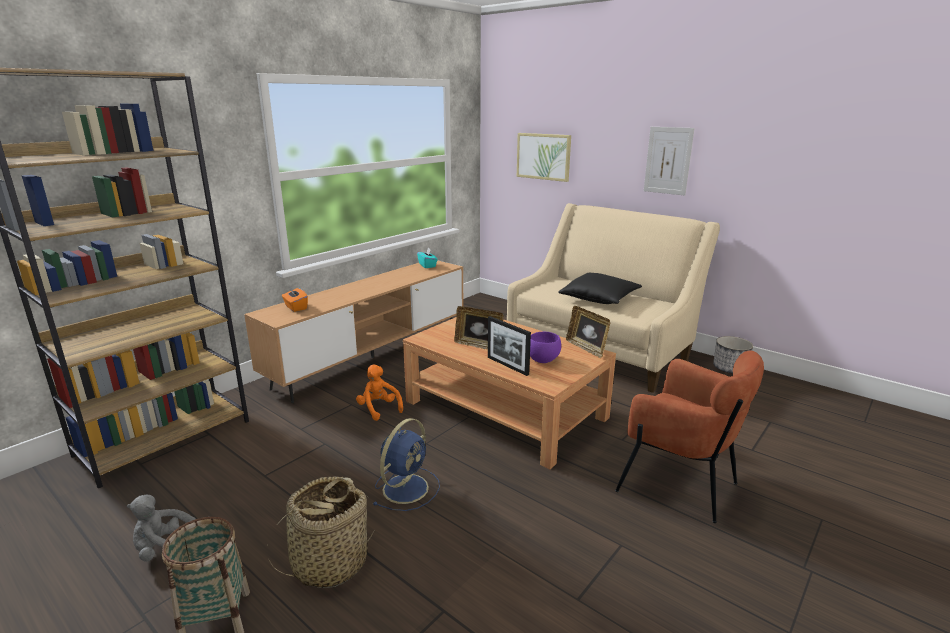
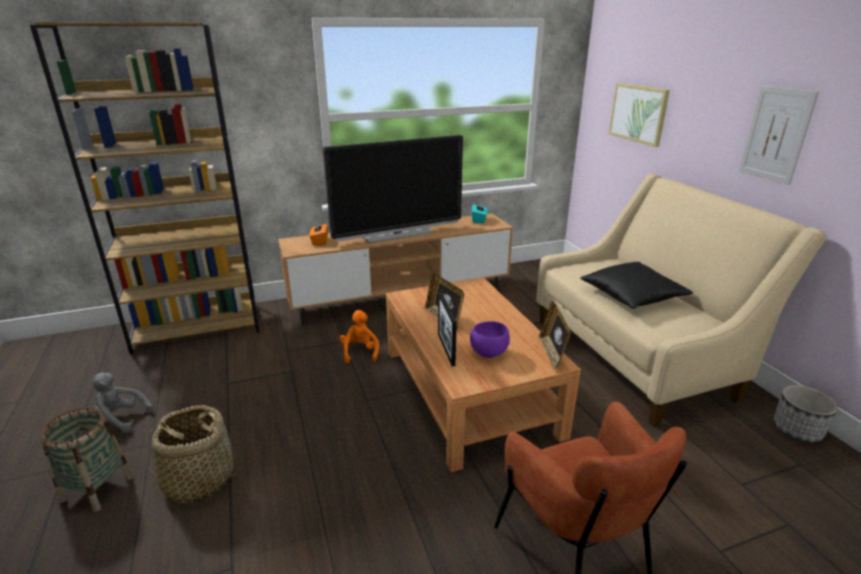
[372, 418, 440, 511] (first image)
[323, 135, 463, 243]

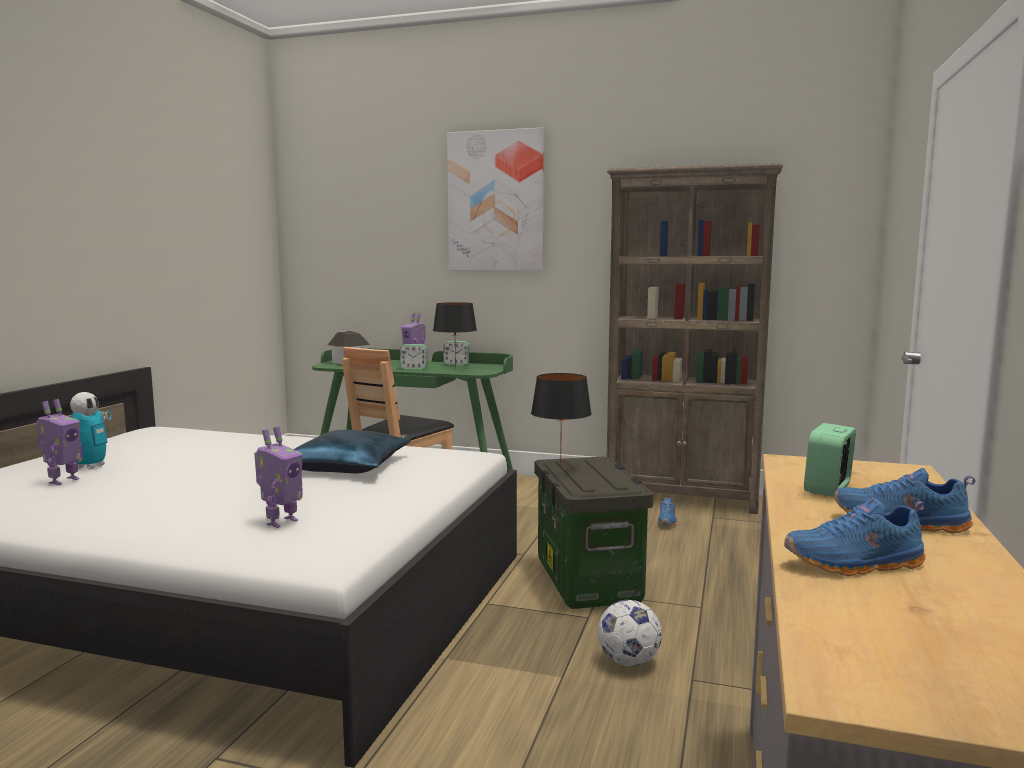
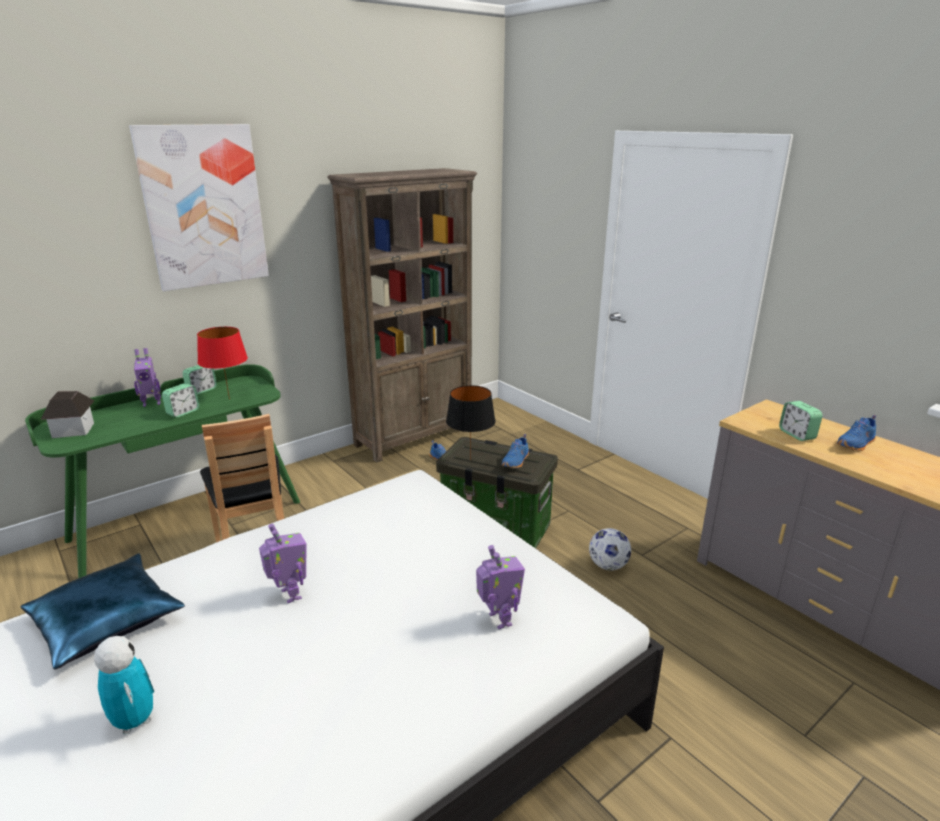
[197, 327, 248, 400]
[259, 524, 306, 603]
[20, 553, 185, 670]
[502, 434, 529, 468]

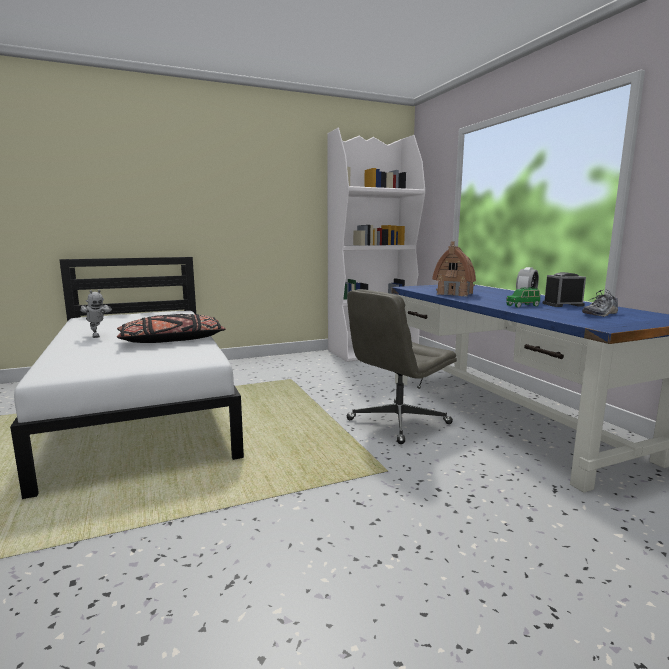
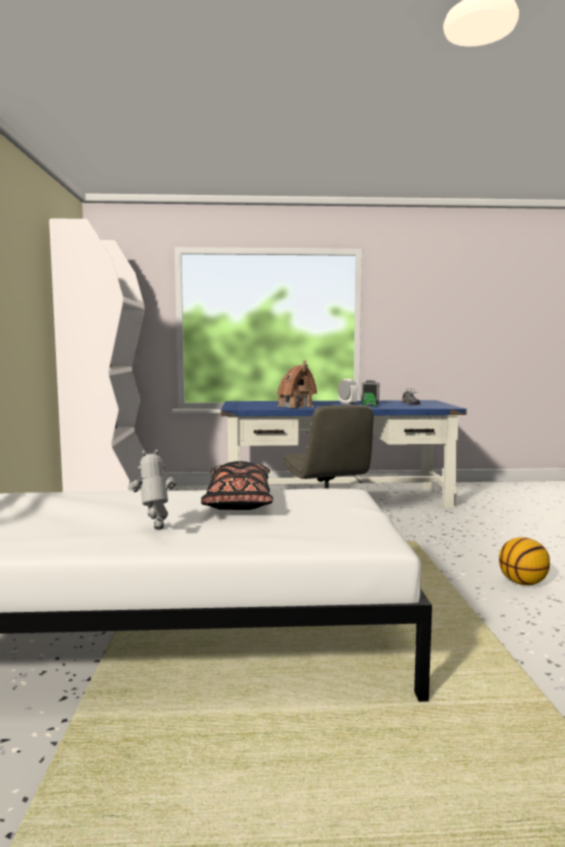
[128, 449, 176, 530]
[499, 537, 550, 585]

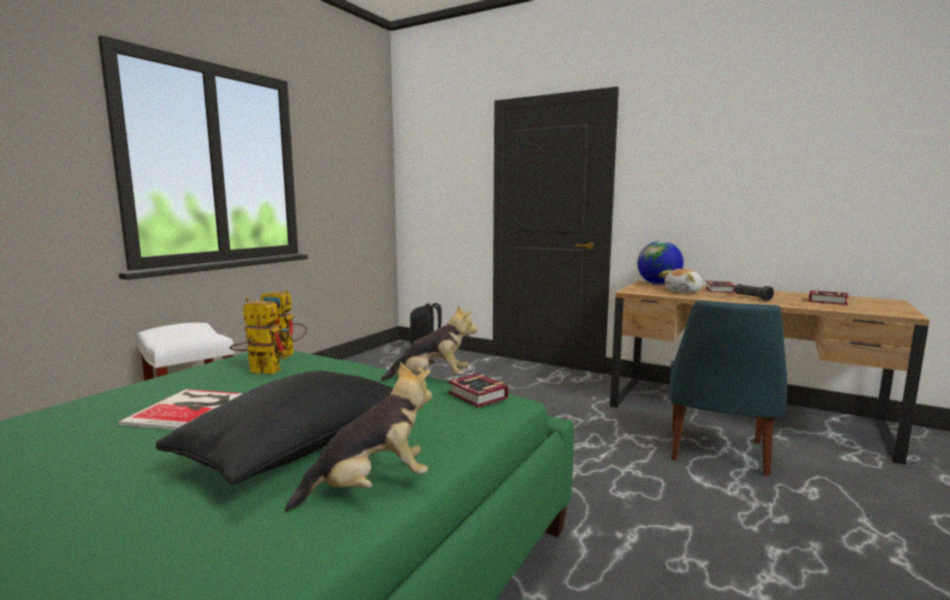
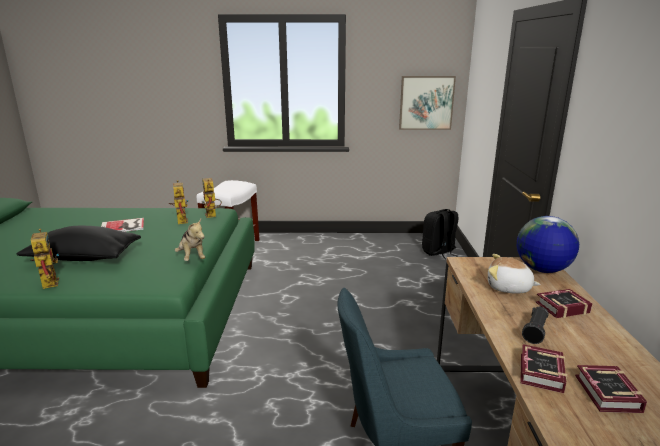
[30, 229, 59, 289]
[520, 344, 567, 393]
[399, 76, 456, 130]

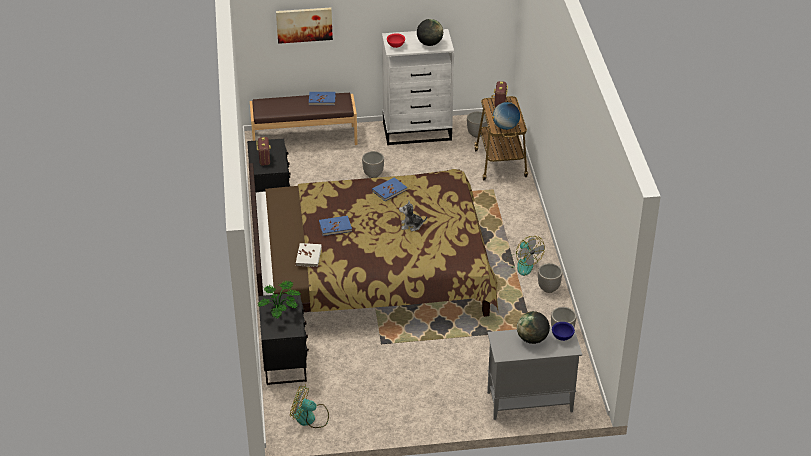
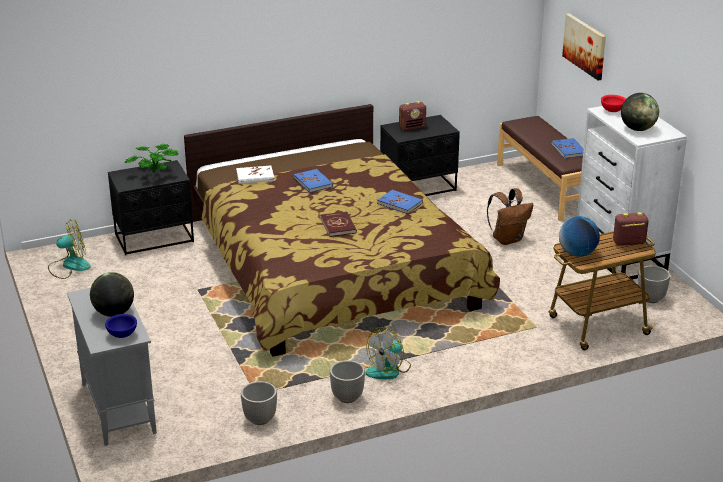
[487, 188, 533, 245]
[320, 211, 357, 237]
[48, 219, 91, 279]

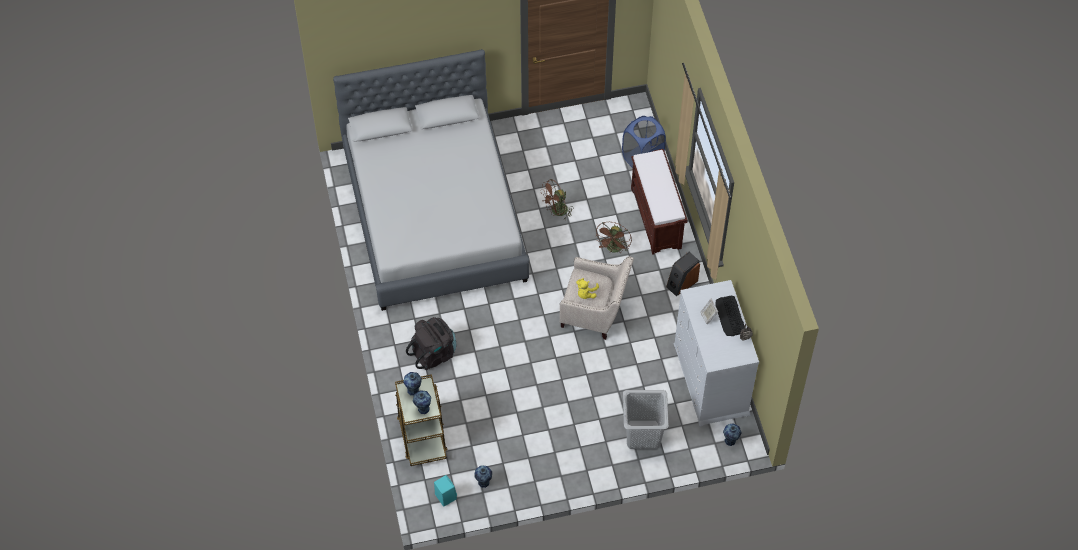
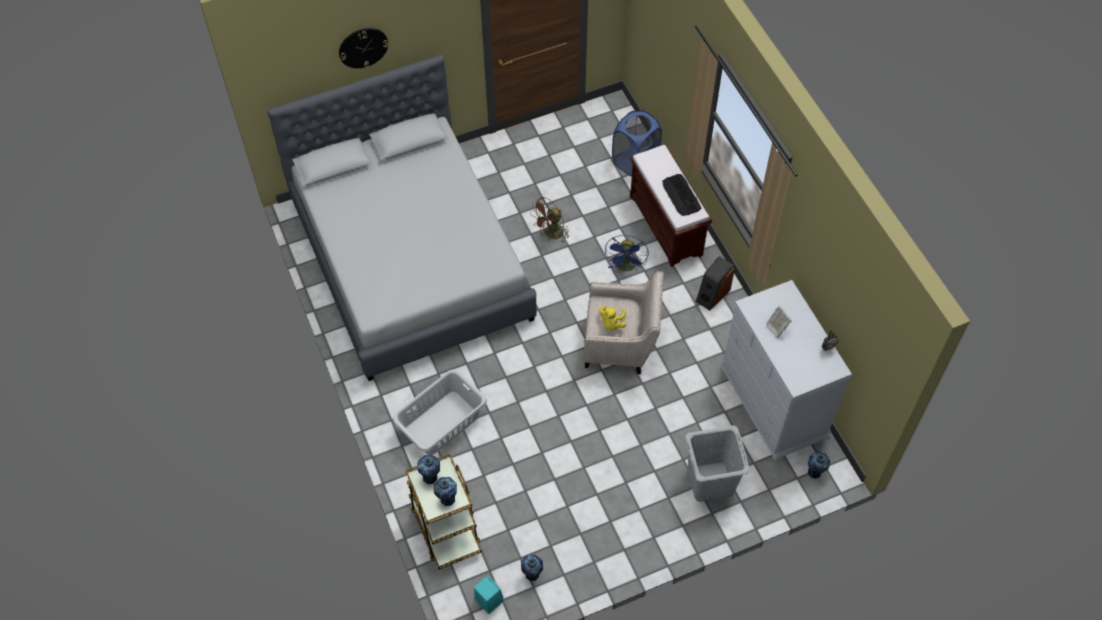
[605, 235, 649, 271]
[662, 174, 701, 216]
[393, 369, 487, 455]
[339, 28, 388, 68]

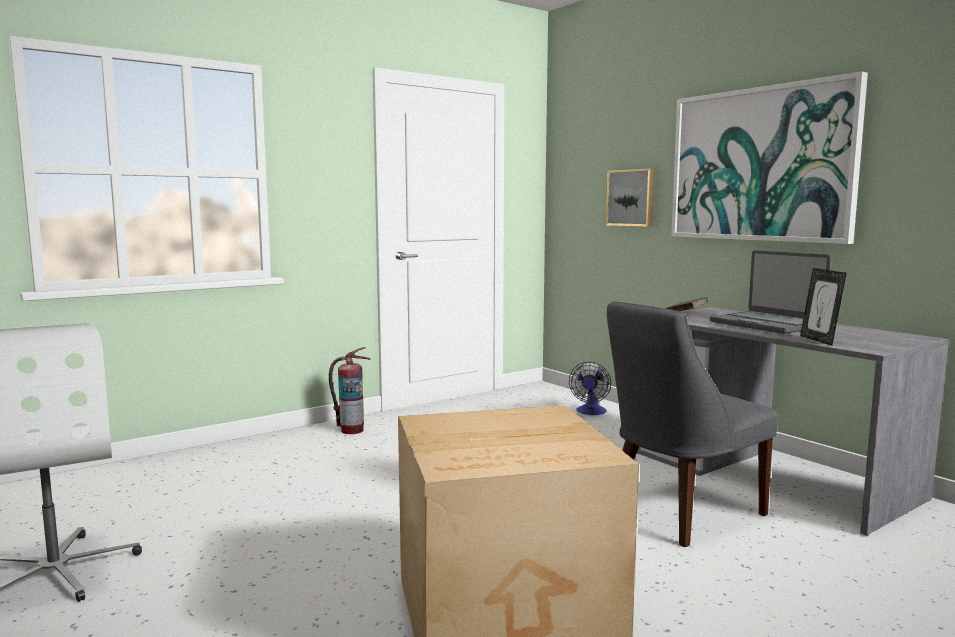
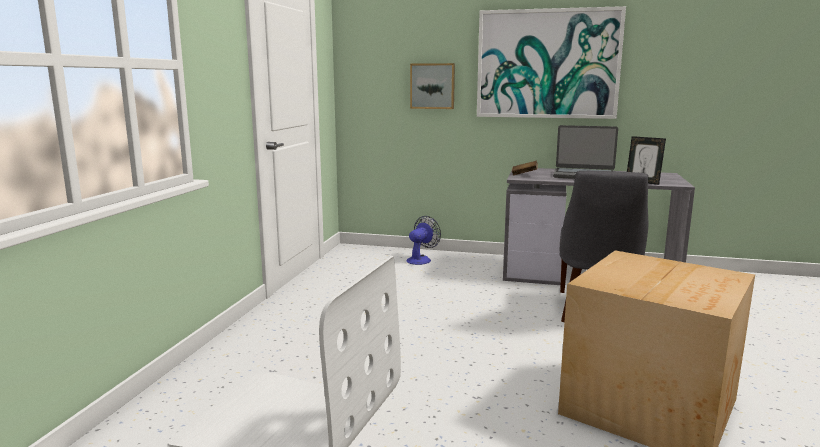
[329, 347, 370, 434] (first image)
[406, 216, 441, 265]

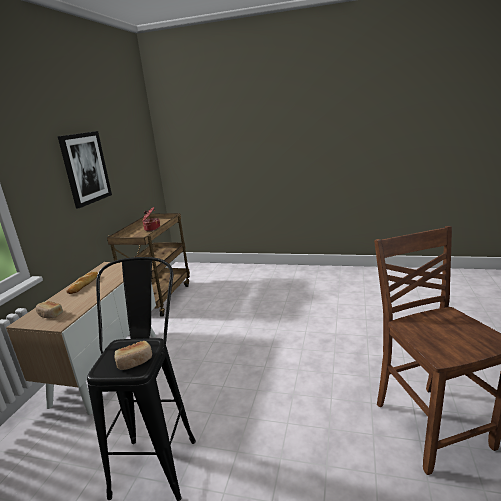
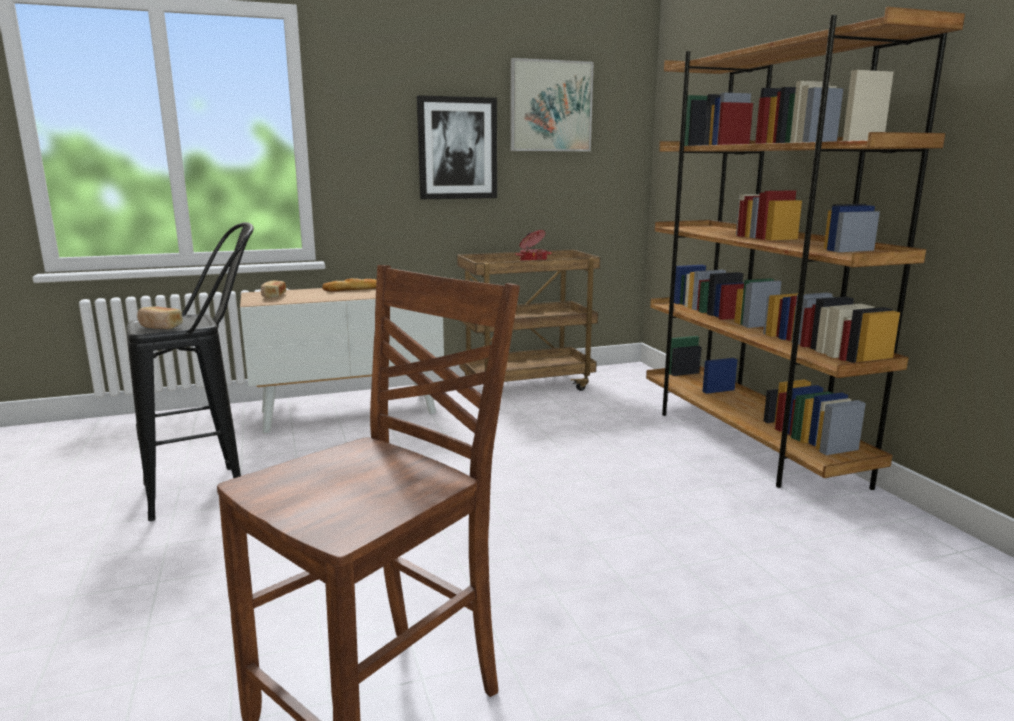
[646, 7, 965, 490]
[511, 58, 594, 151]

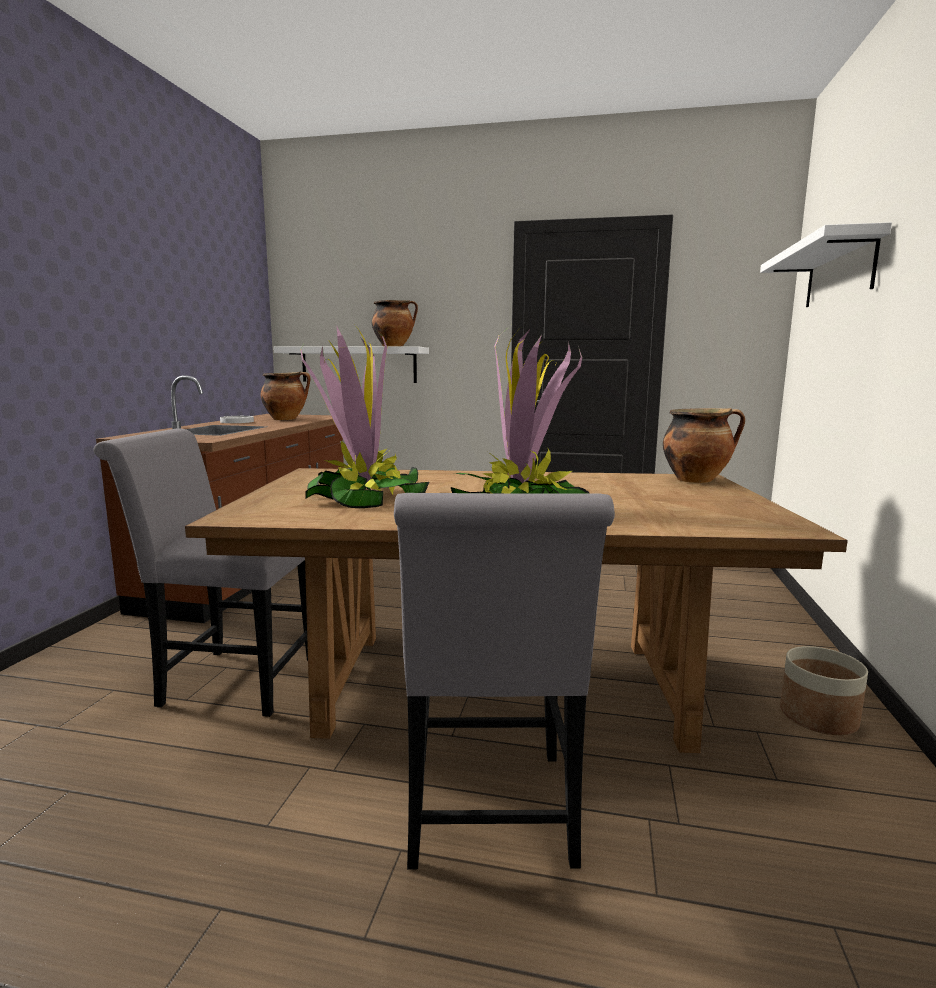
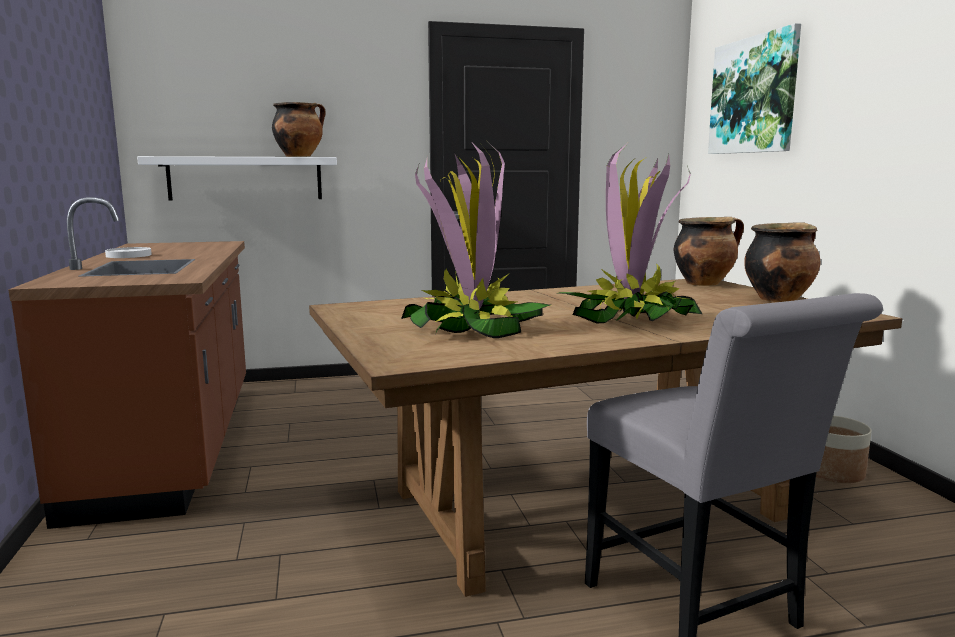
[708, 23, 801, 154]
[744, 222, 821, 302]
[93, 429, 308, 717] (first image)

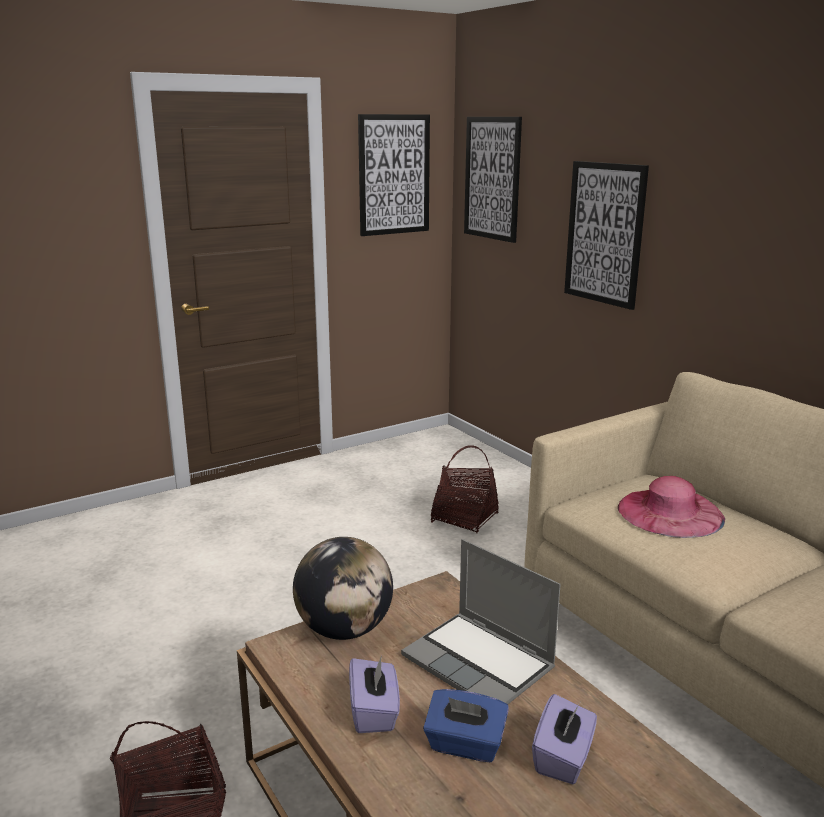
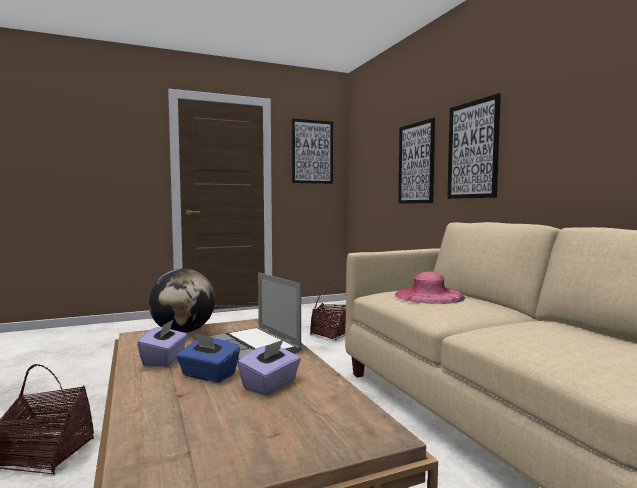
[447, 93, 501, 199]

